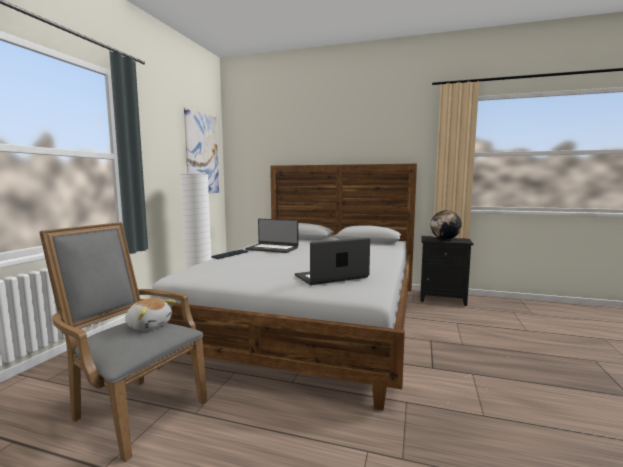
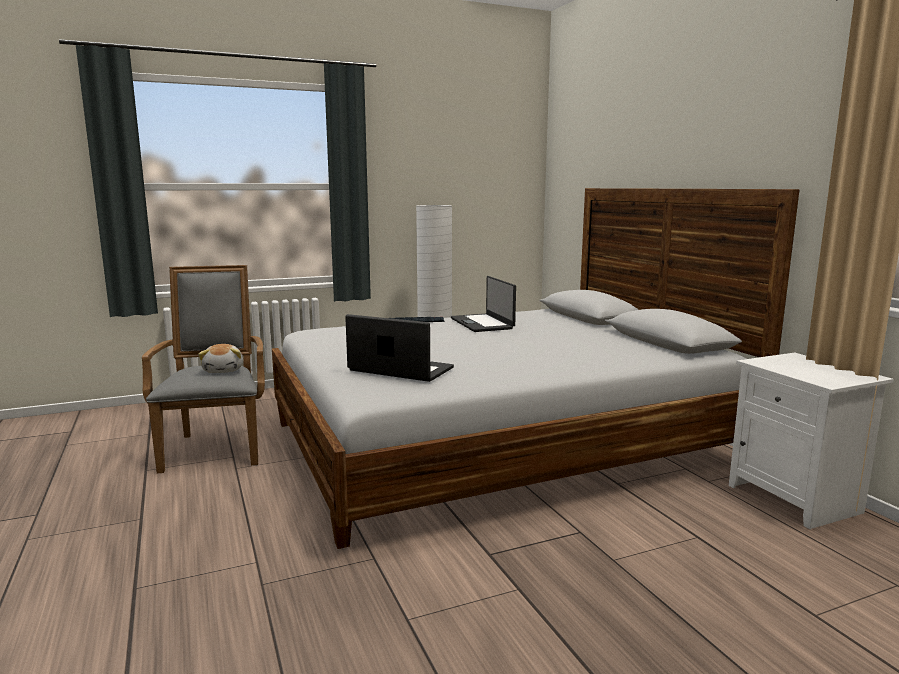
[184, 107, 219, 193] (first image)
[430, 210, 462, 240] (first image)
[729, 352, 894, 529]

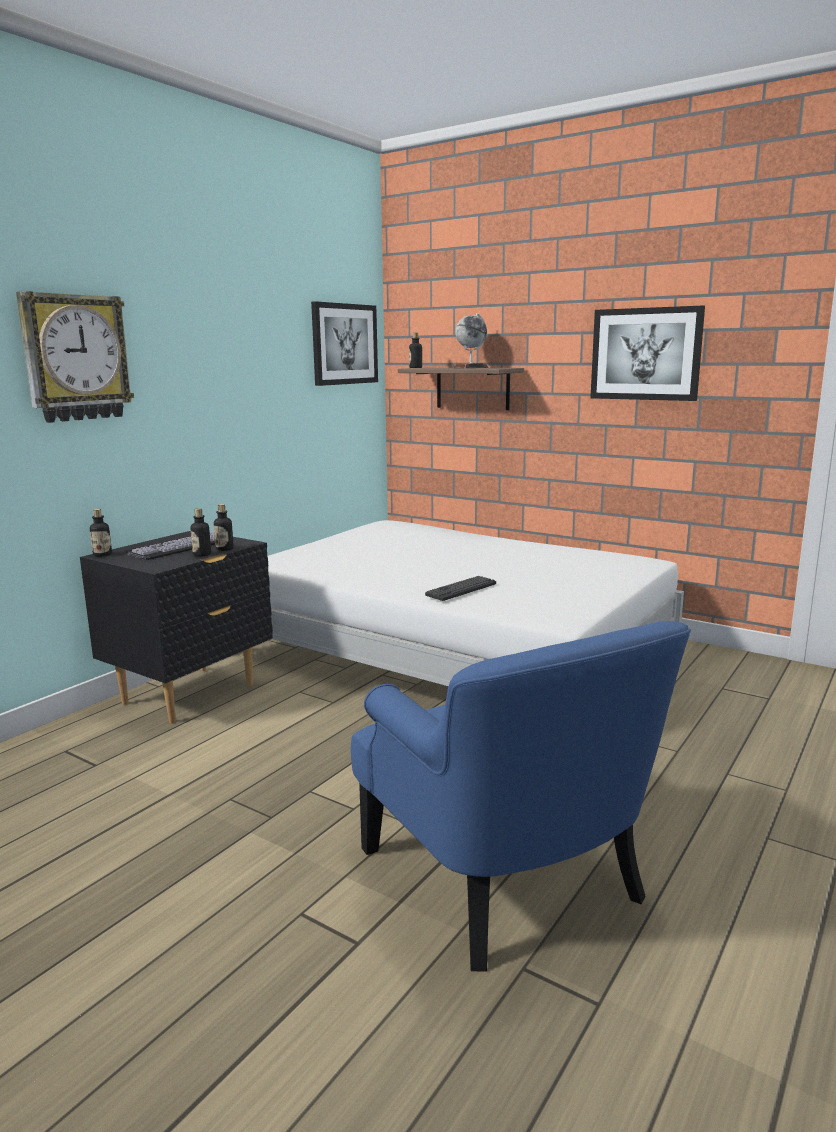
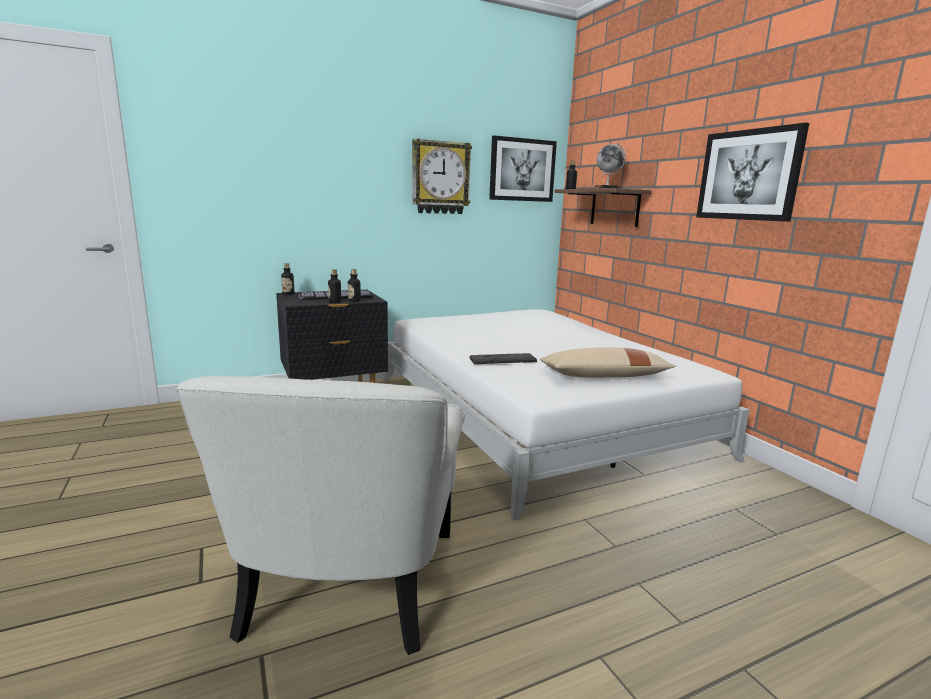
[412, 139, 472, 214]
[176, 376, 465, 655]
[540, 348, 676, 378]

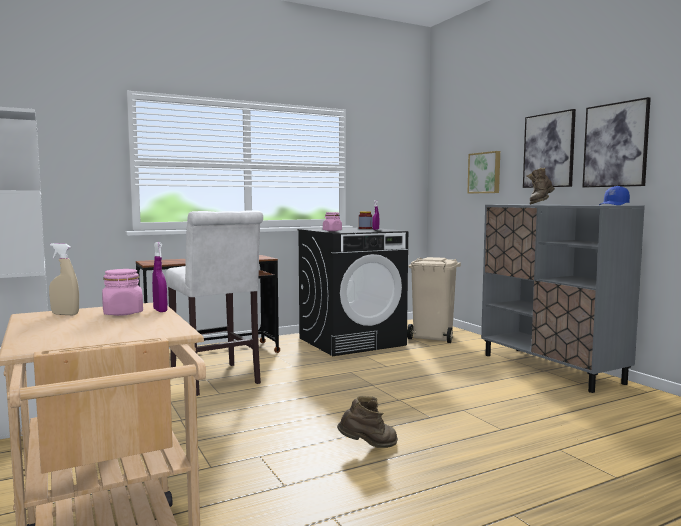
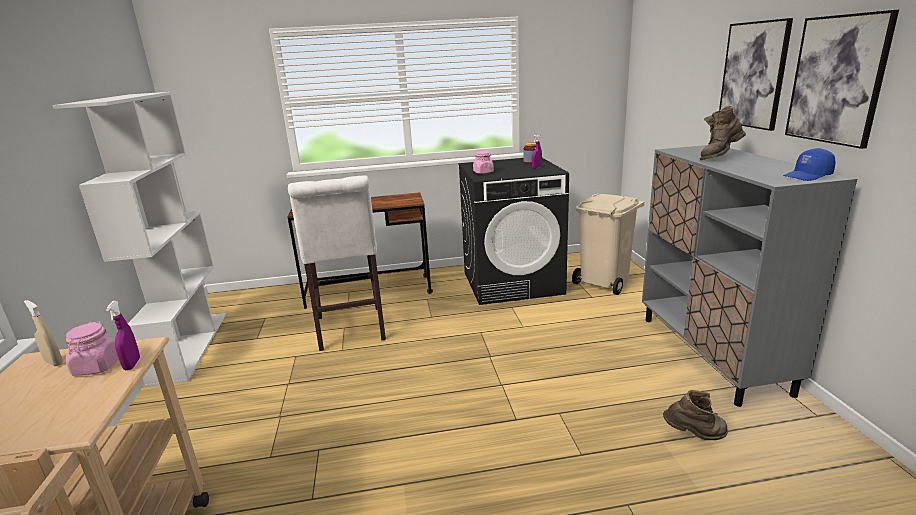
[467, 151, 500, 194] (first image)
[663, 390, 728, 440]

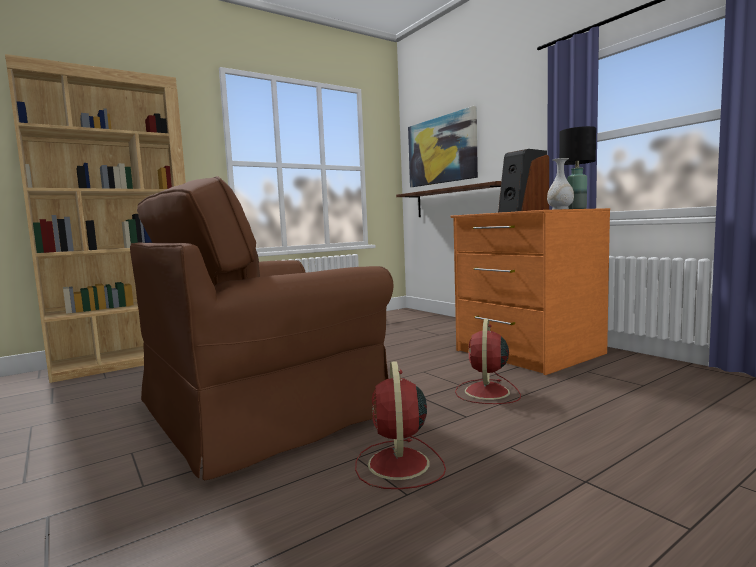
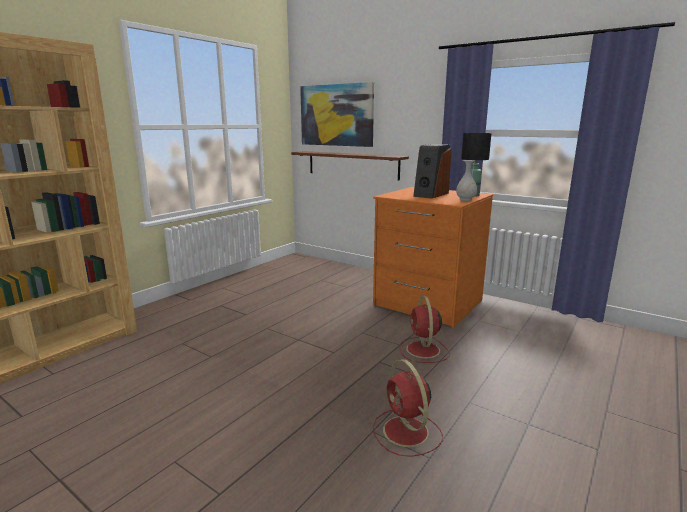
[130, 176, 393, 481] (first image)

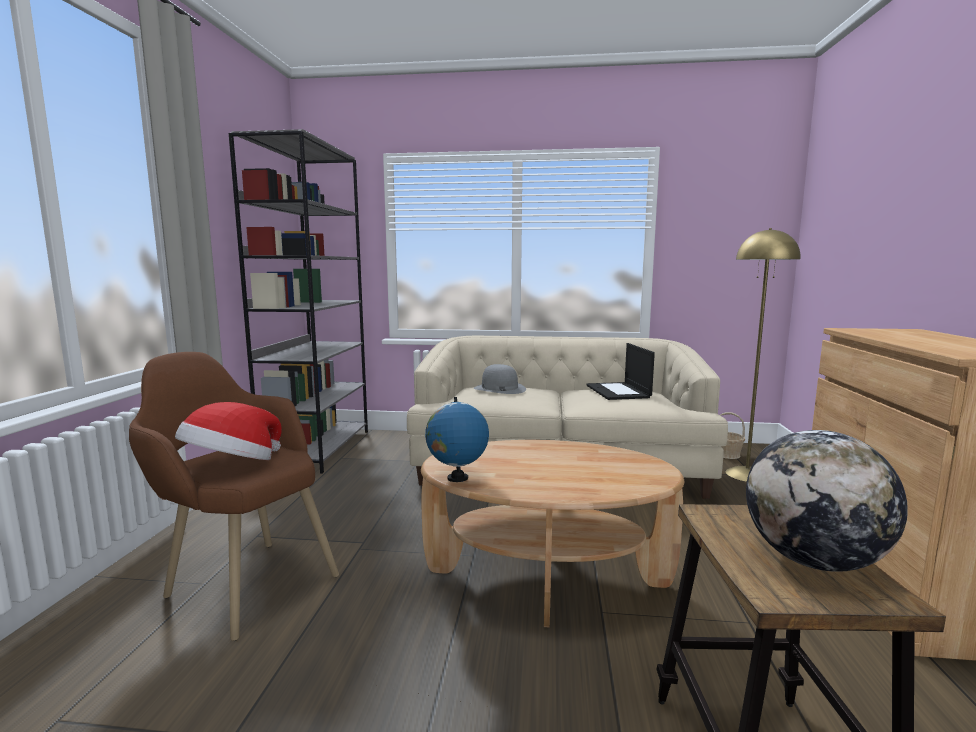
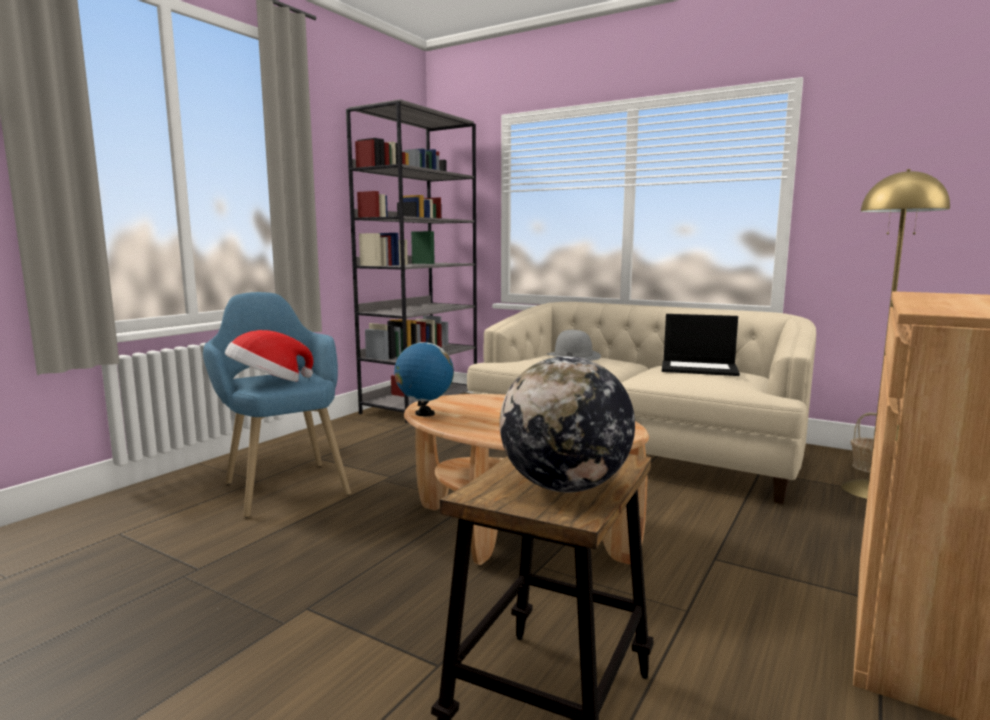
[662, 314, 740, 376]
[203, 292, 351, 518]

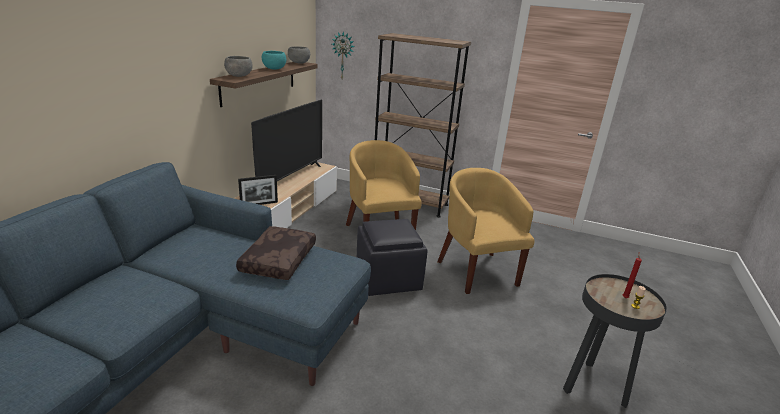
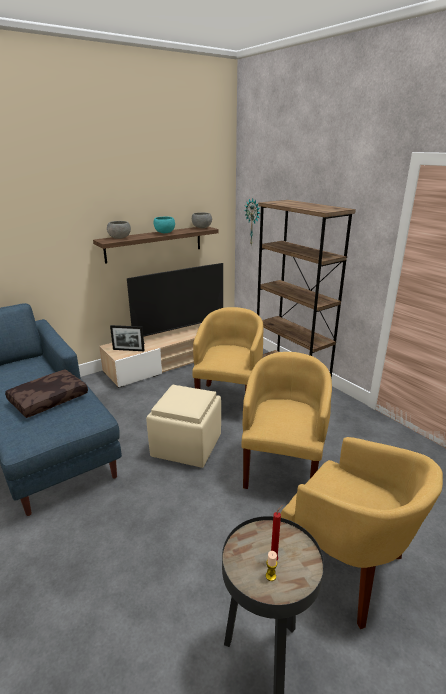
[146, 385, 221, 468]
[281, 437, 443, 629]

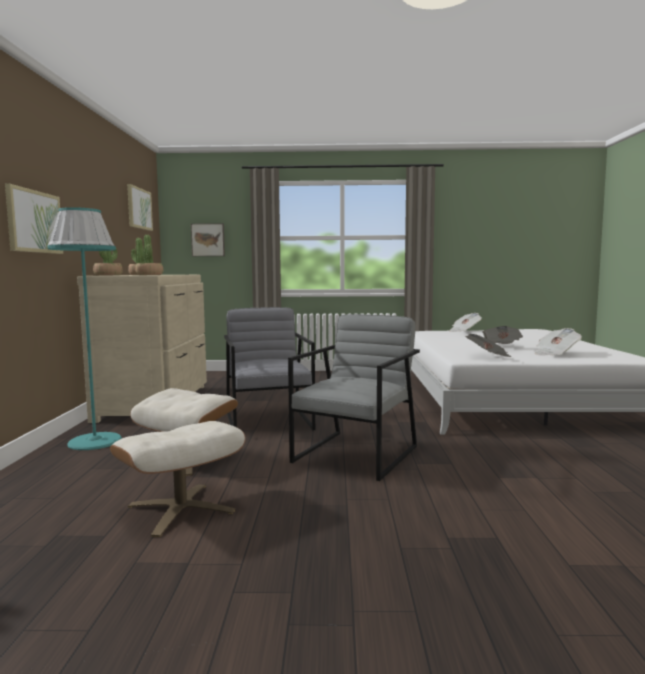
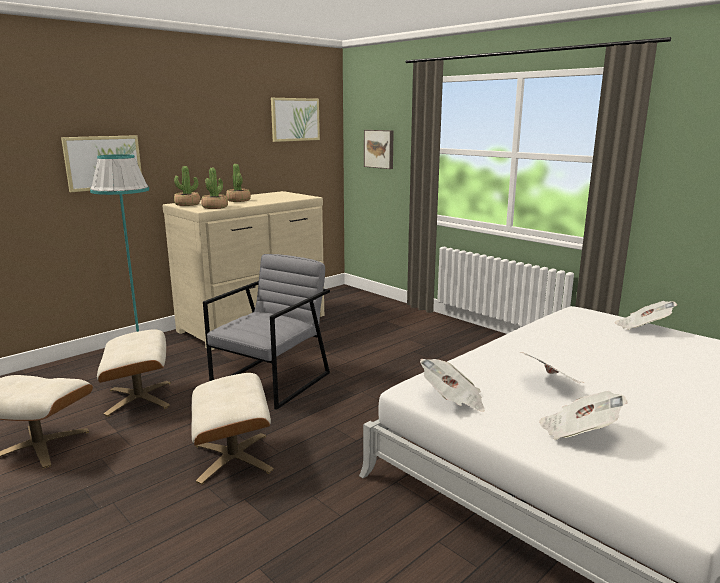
[192, 373, 274, 484]

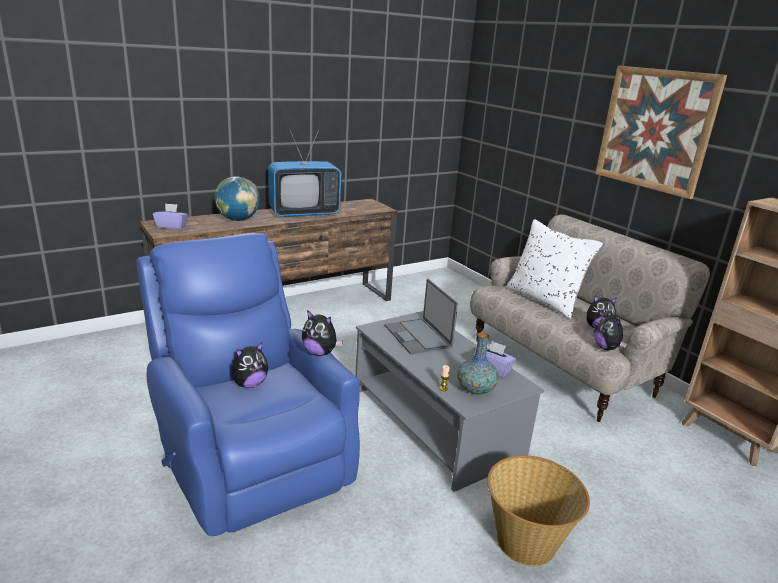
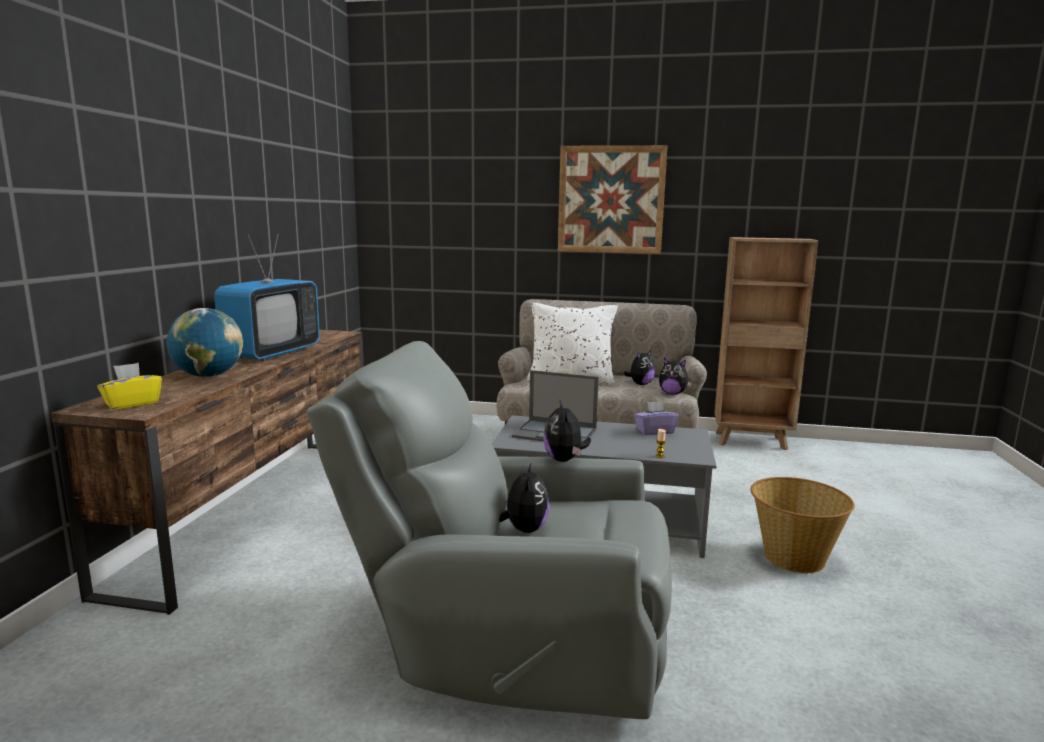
[97, 363, 162, 410]
[307, 341, 672, 719]
[543, 399, 591, 462]
[457, 332, 499, 395] (first image)

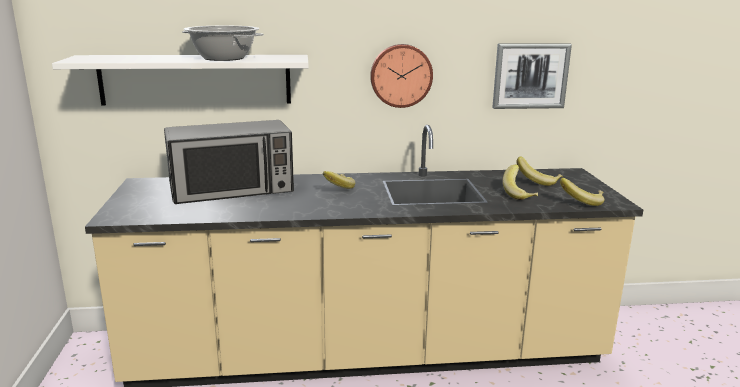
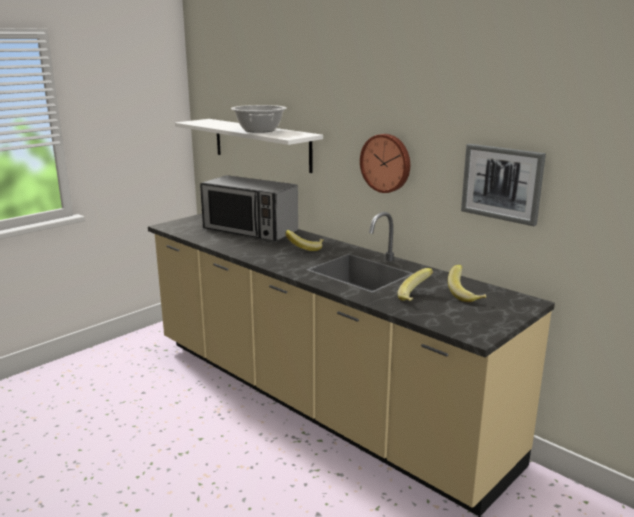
[560, 178, 604, 206] (first image)

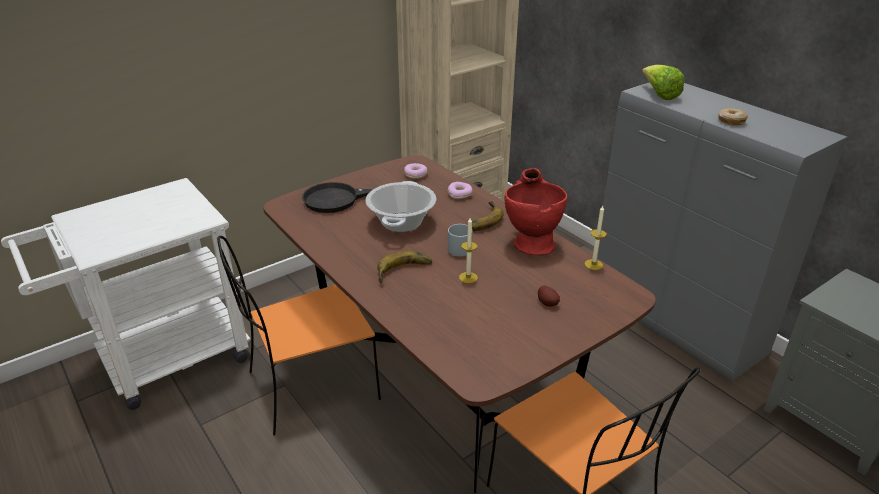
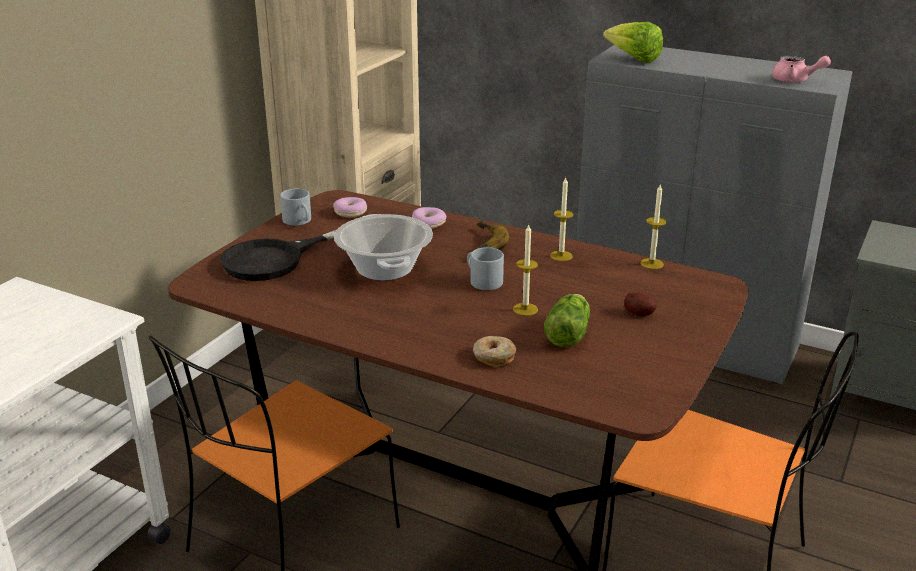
[473, 336, 517, 367]
[550, 178, 573, 261]
[377, 251, 432, 283] (first image)
[772, 56, 831, 83]
[280, 189, 311, 226]
[544, 294, 590, 347]

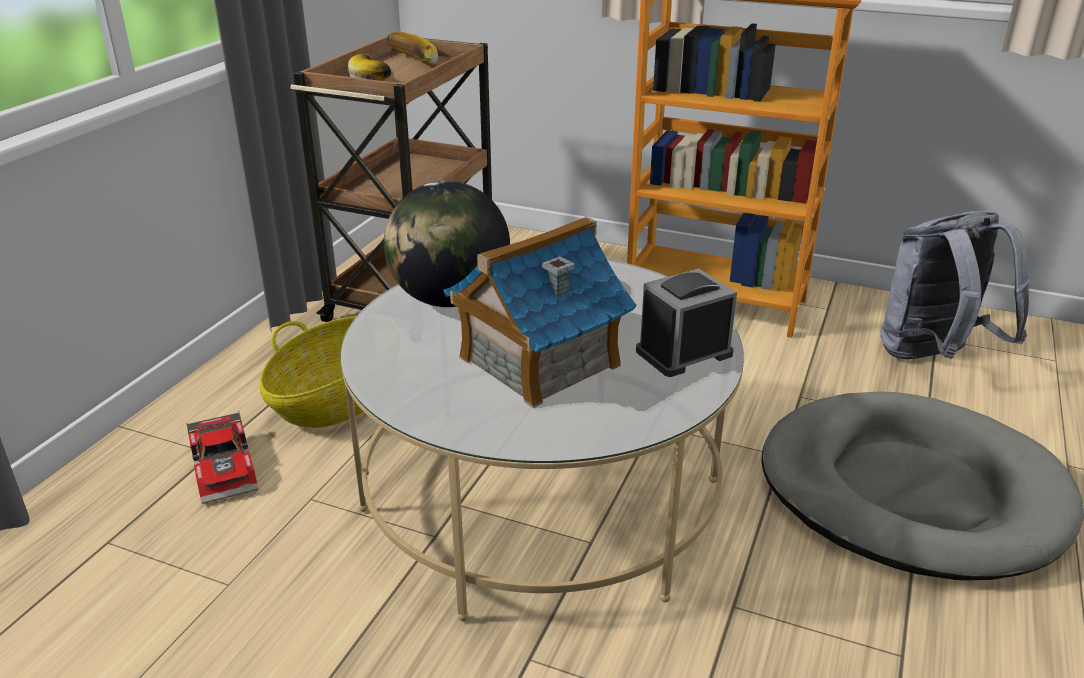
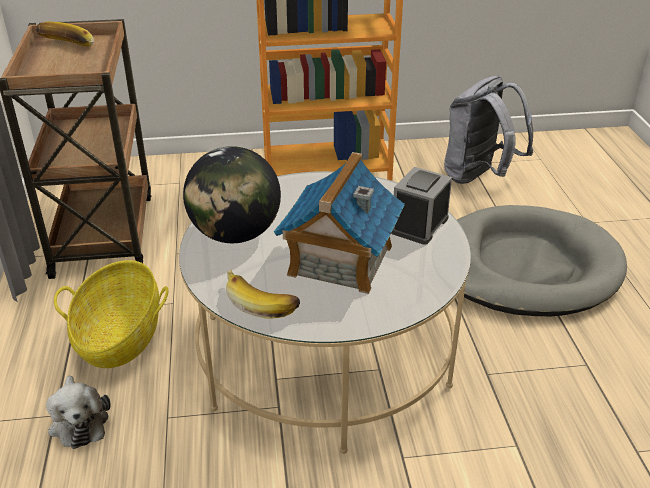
[226, 270, 300, 319]
[46, 376, 111, 449]

